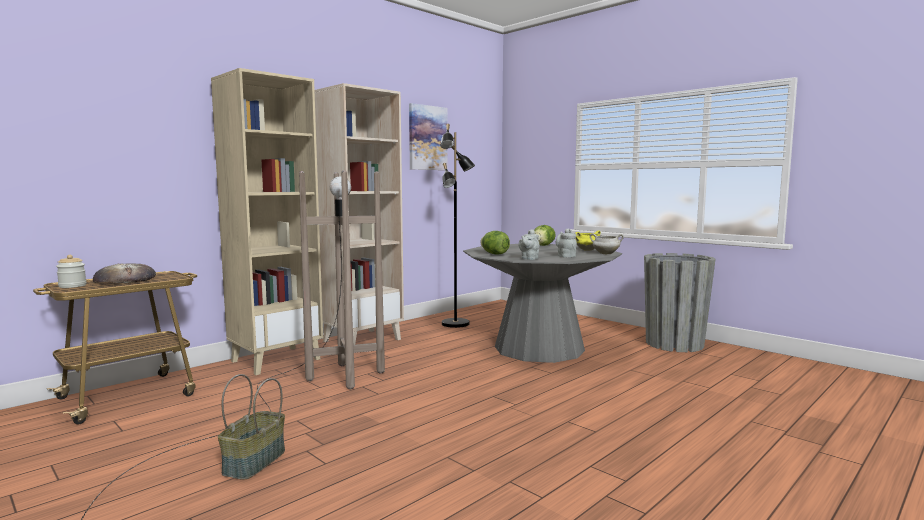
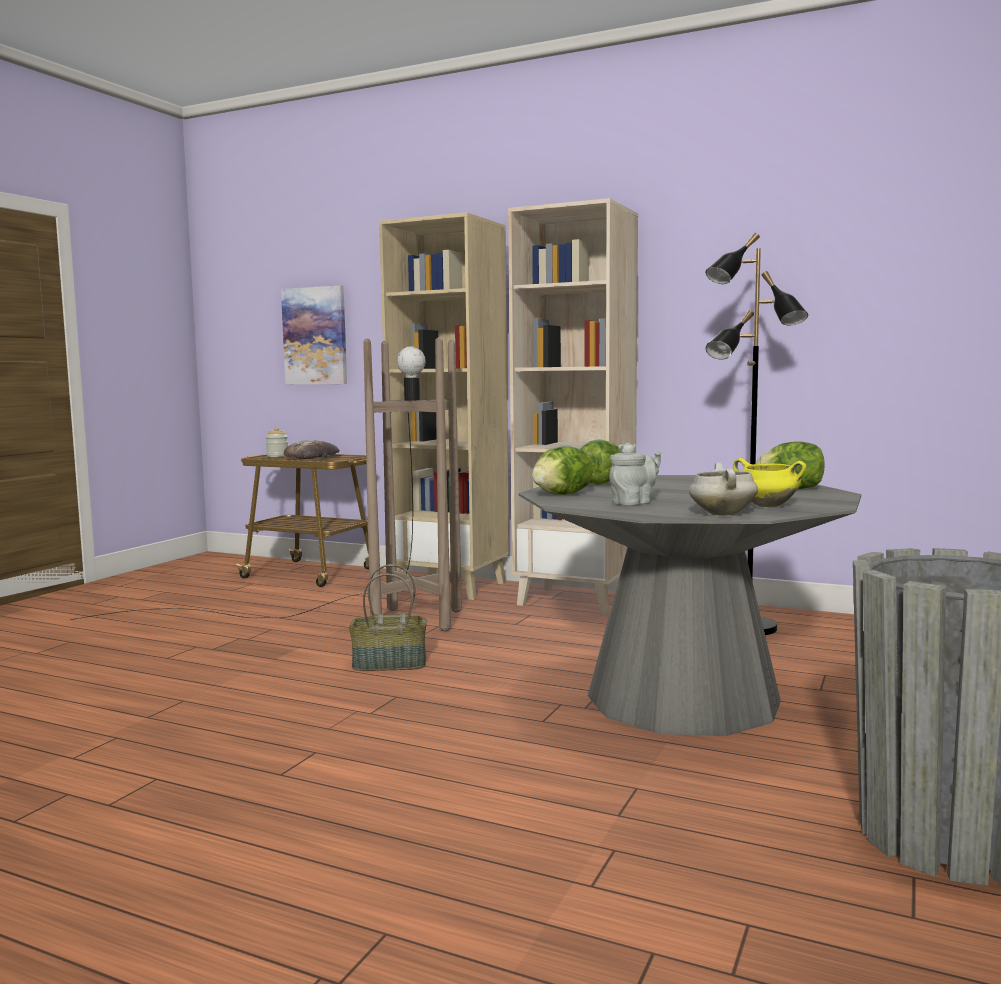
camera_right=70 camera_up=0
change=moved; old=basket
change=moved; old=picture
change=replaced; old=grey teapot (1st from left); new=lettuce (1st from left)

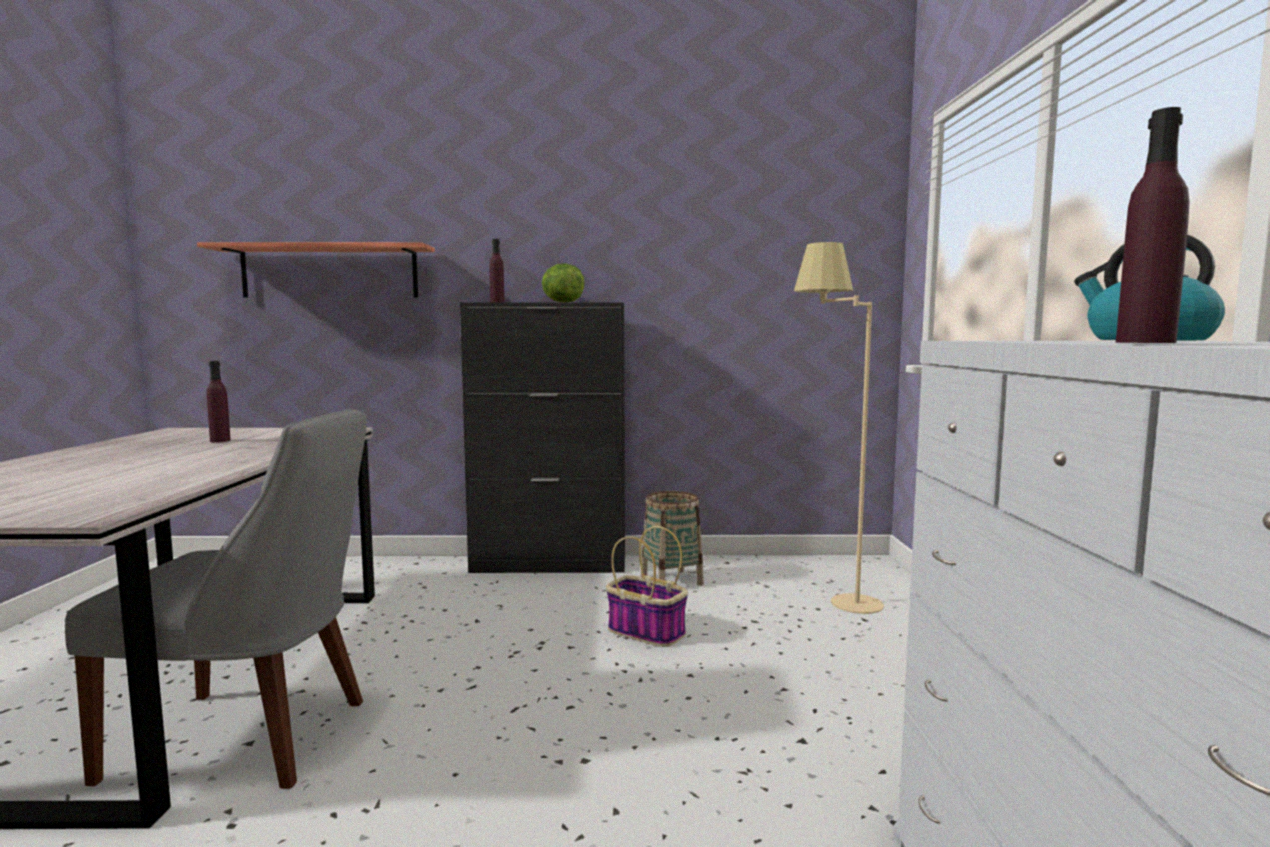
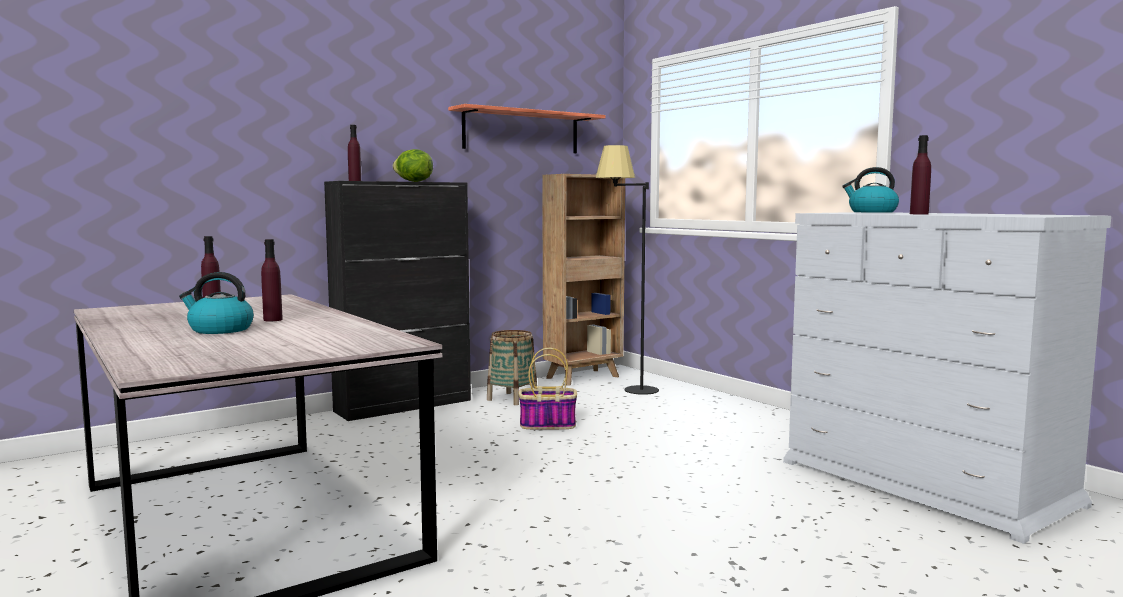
camera_right=-35 camera_up=0
change=removed; old=grey chair
change=added; new=kettle (1st from left)
change=added; new=purple bottle (2nd from left)
change=added; new=brown bookcase
change=moved; old=shelf
change=recoloured; old=beige floor lamp; new=black floor lamp

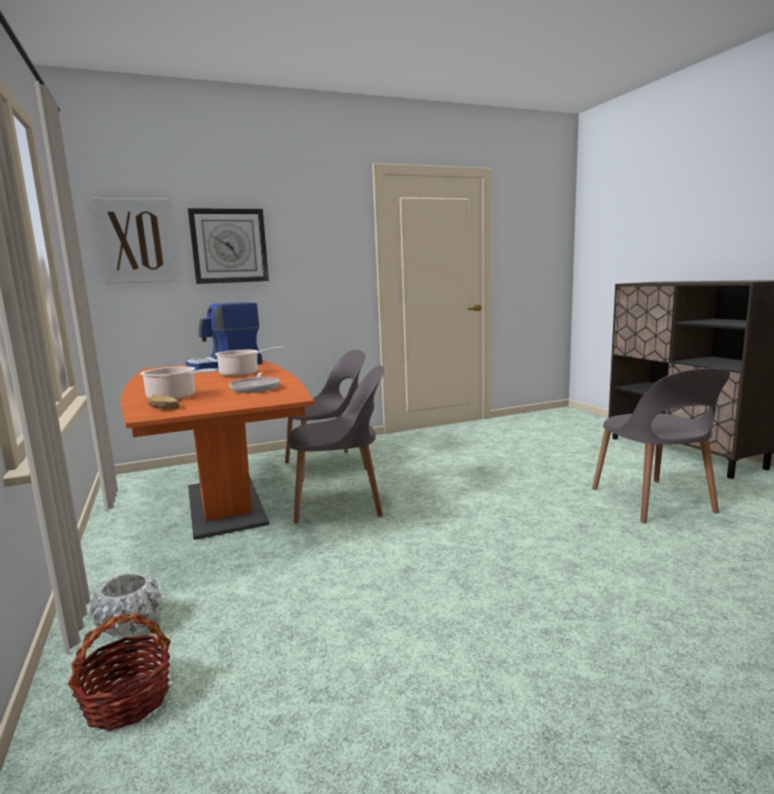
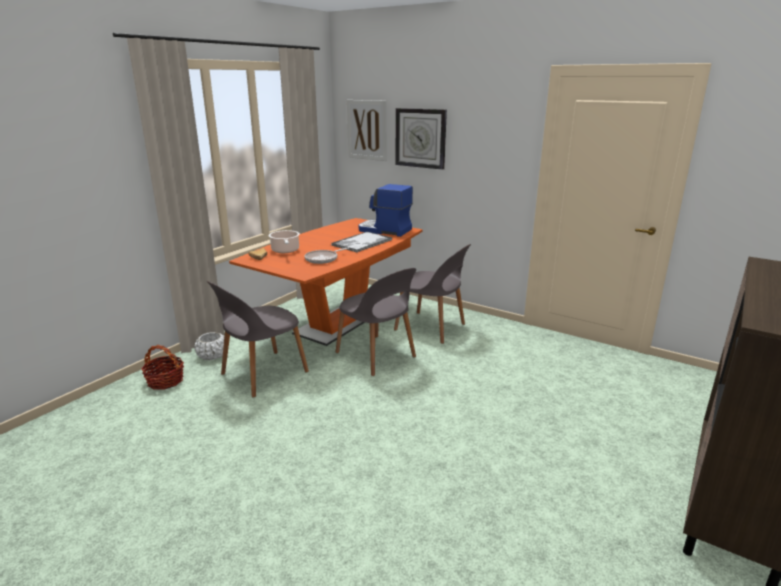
camera_right=55 camera_up=10
change=moved; old=grey chair (3rd from left in the first image); new=grey chair (1st from left)
change=replaced; old=cooking pot (2nd from left); new=tray

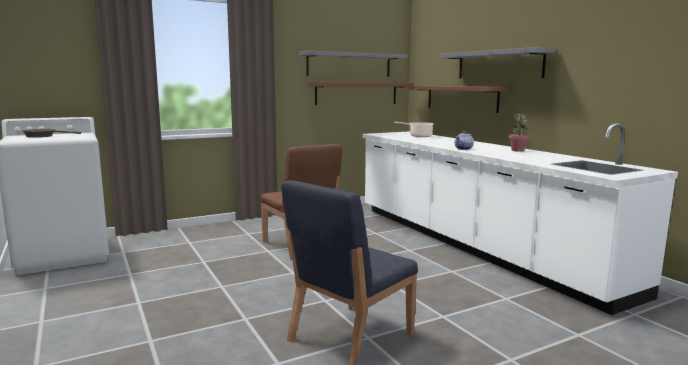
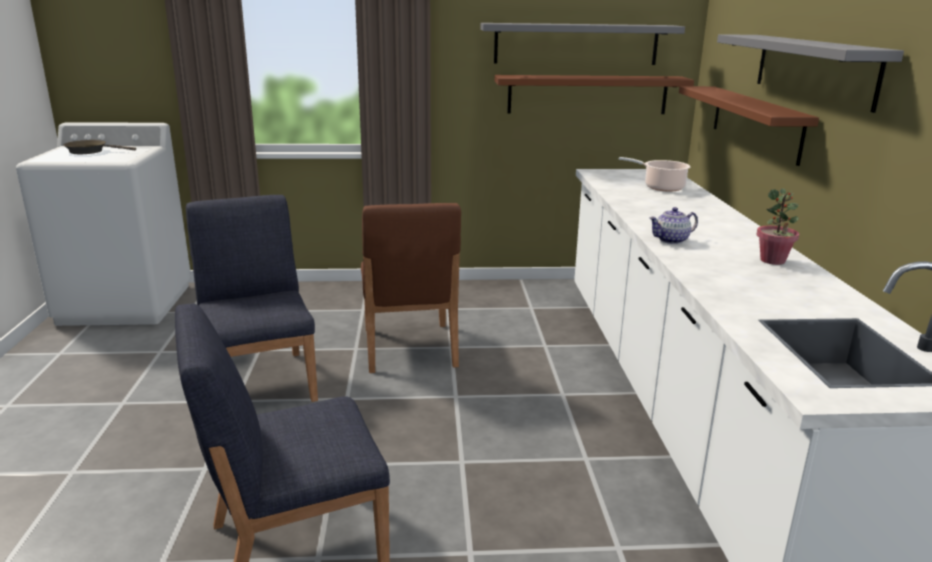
camera_right=25 camera_up=10
change=added; new=blue chair (1st from left)

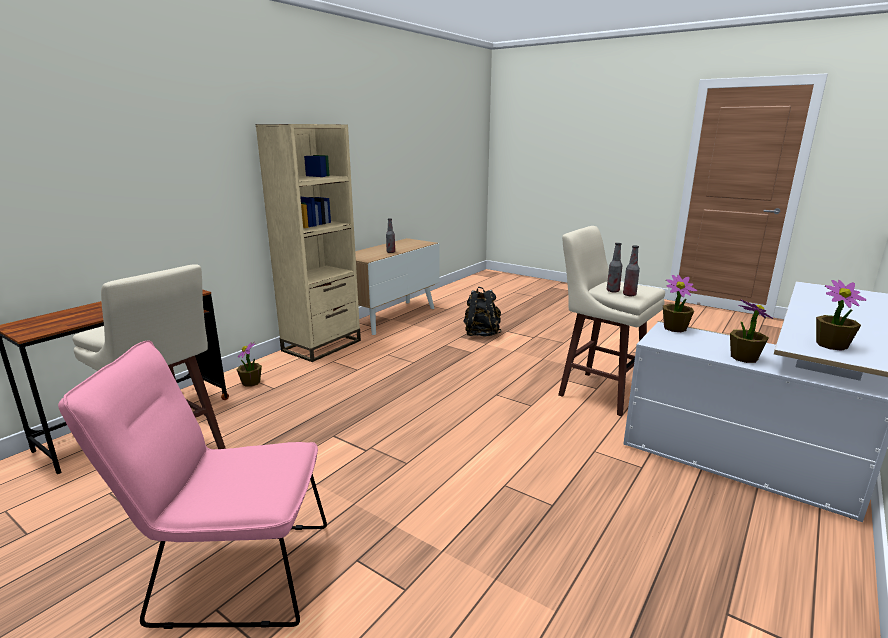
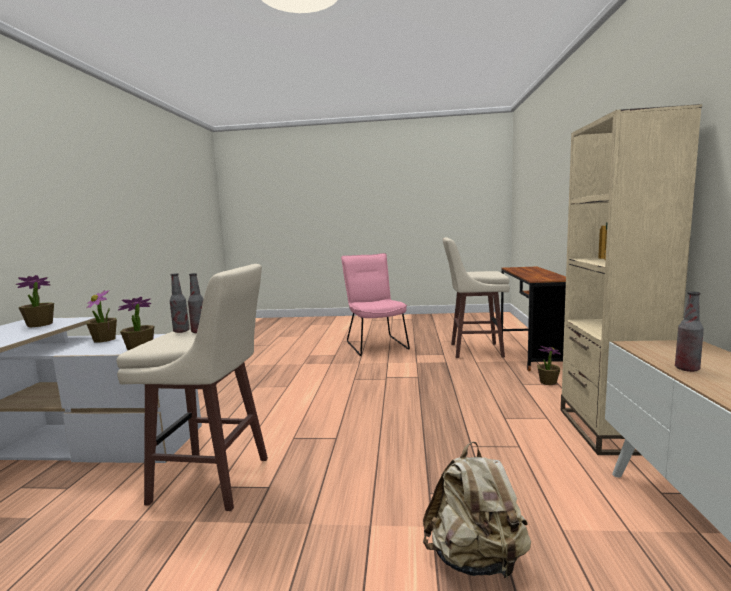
camera_right=150 camera_up=-10
change=recoloured; old=black backpack; new=beige backpack
change=turned; old=pink chair; degrees=-75

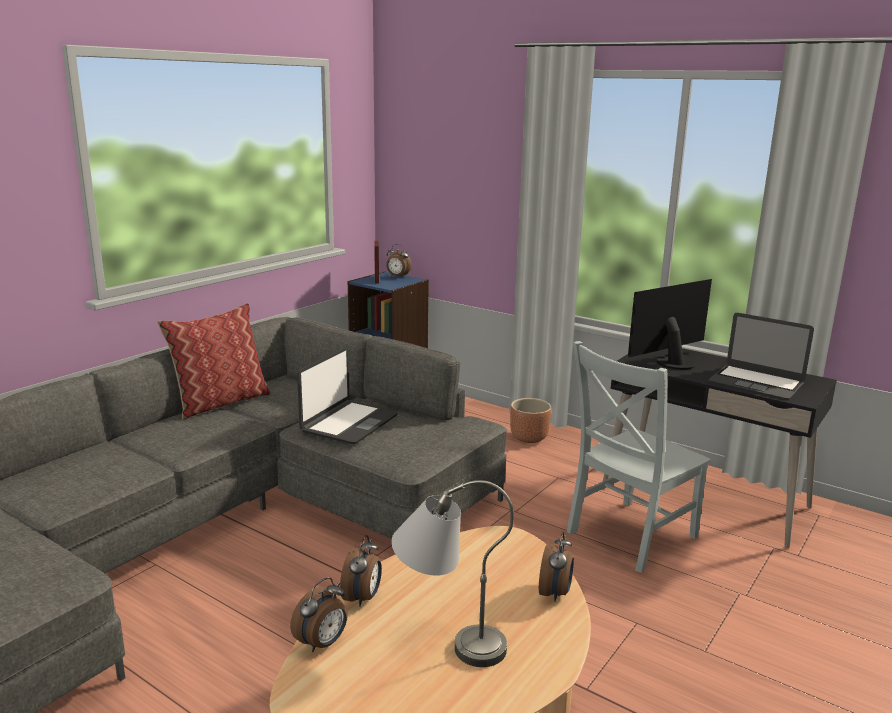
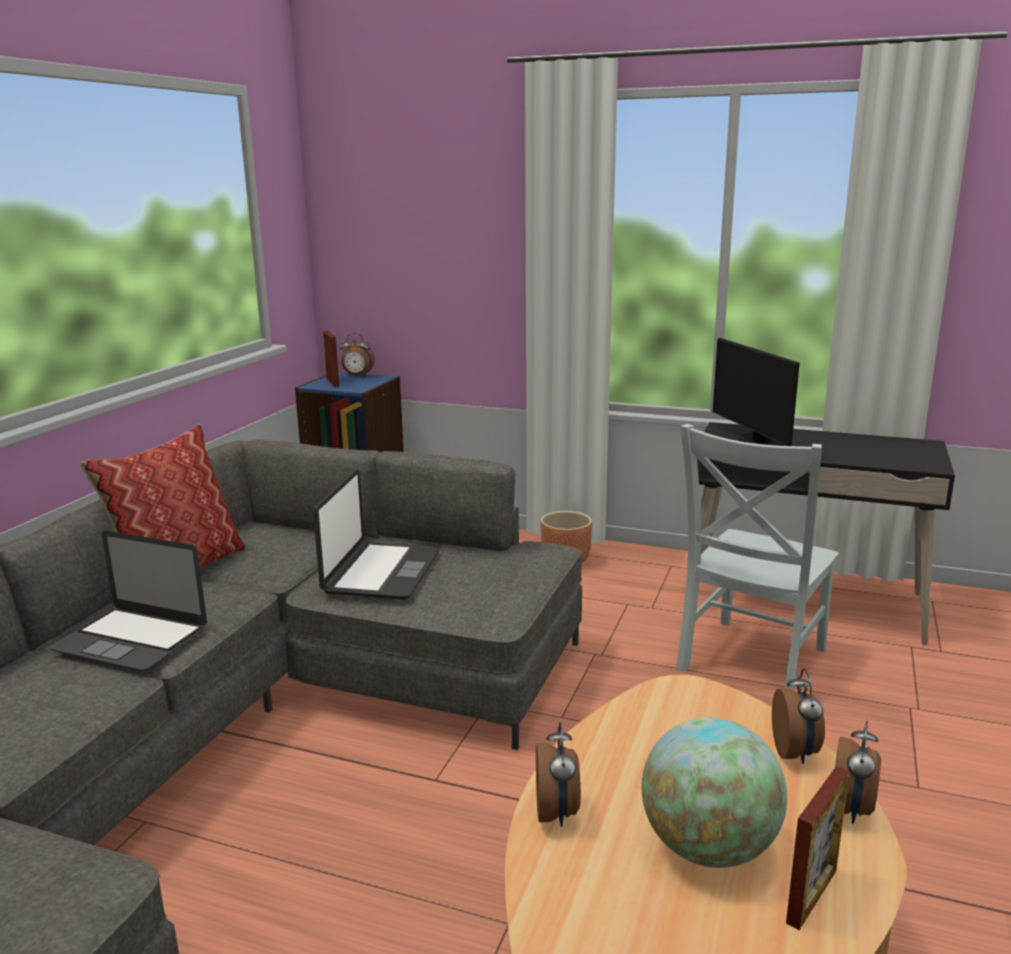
camera_right=-15 camera_up=0
change=added; new=picture frame (2nd from left)
change=moved; old=alarm clock (1st from left in the first image); new=alarm clock (4th from left)
change=moved; old=laptop (2nd from left in the first image); new=laptop (1st from left)
change=replaced; old=grey table lamp; new=globe
change=turned; old=monitor; degrees=-60

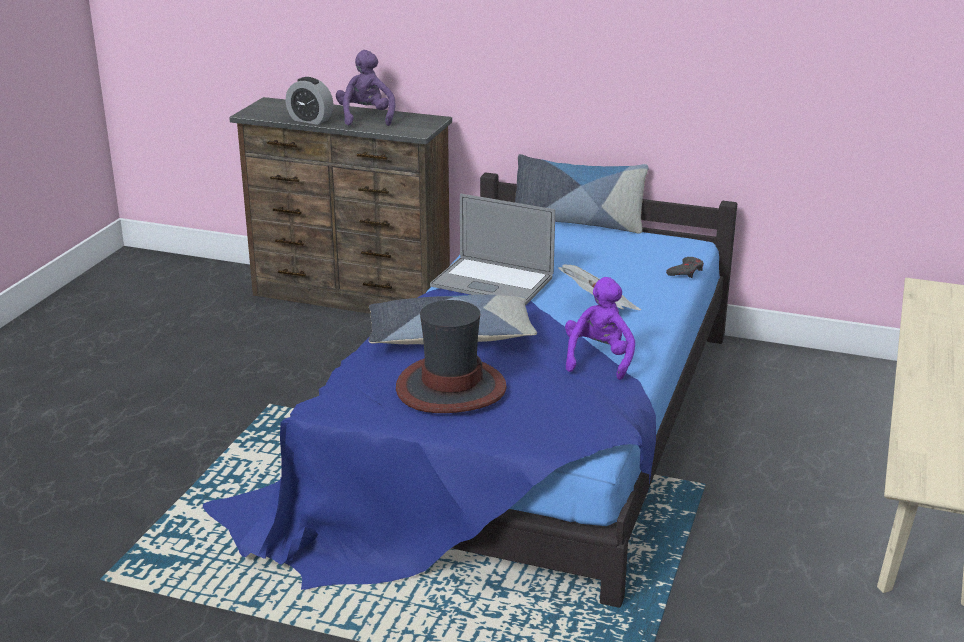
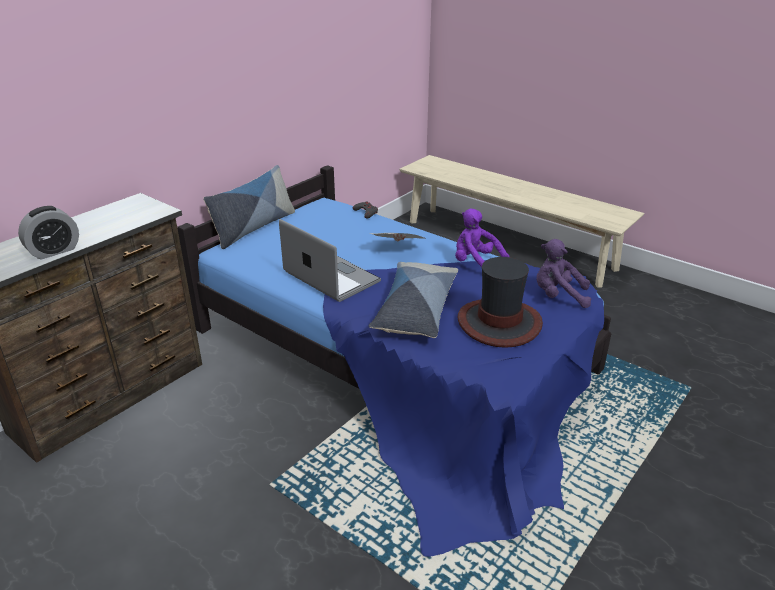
camera_right=-70 camera_up=5
change=moved; old=purple plush toy (1st from left in the first image); new=purple plush toy (2nd from left)
change=turned; old=laptop; degrees=-90

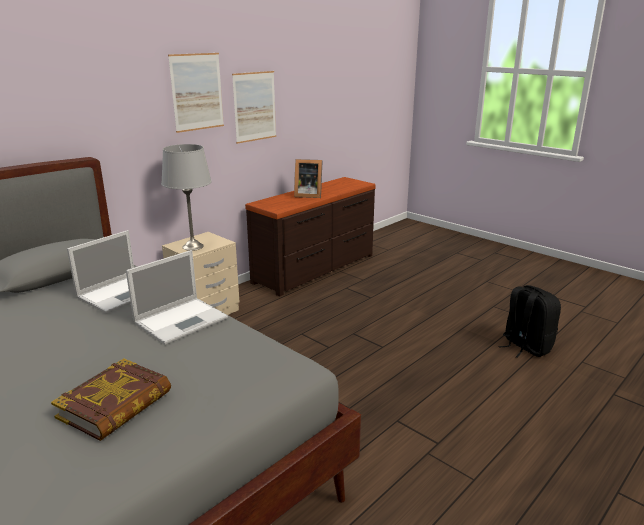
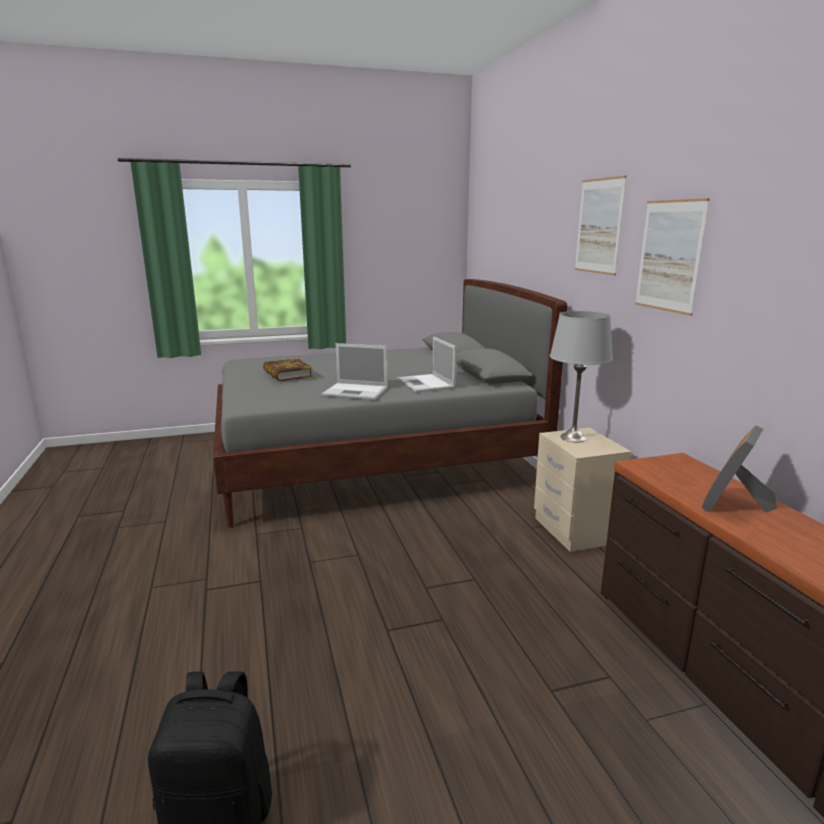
camera_right=120 camera_up=-5
change=moved; old=picture (2nd from left in the first image); new=picture (1st from left)
change=turned; old=laptop (2nd from left in the first image); degrees=-60

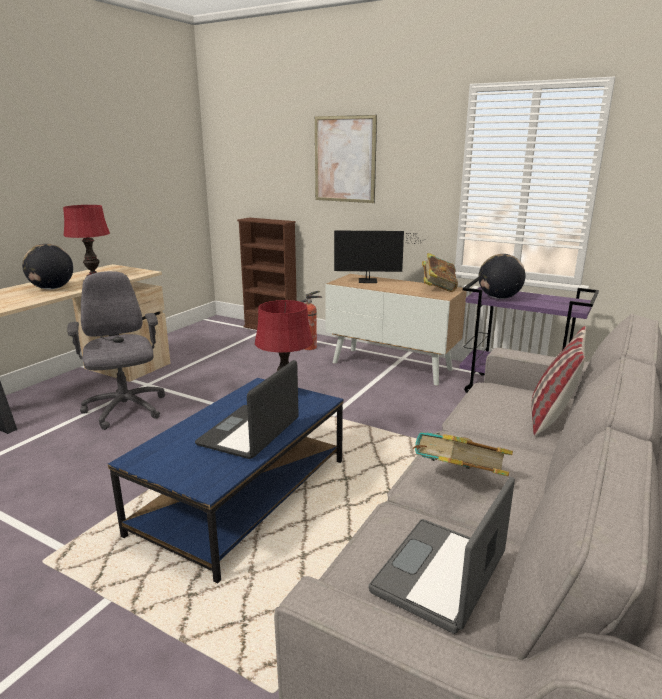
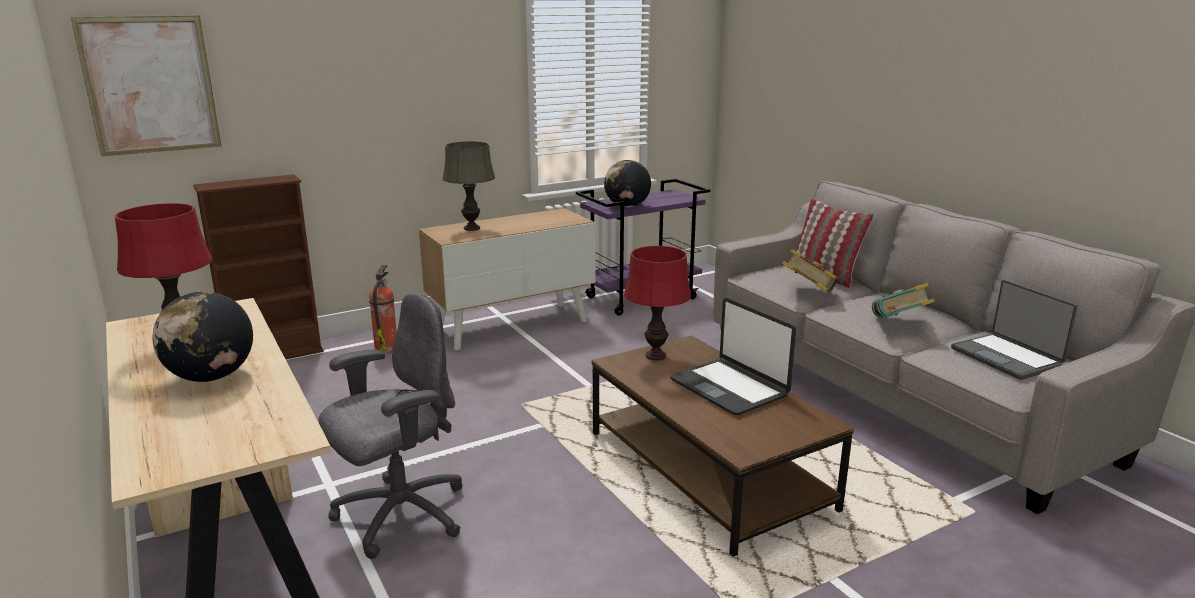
camera_right=-60 camera_up=0
change=moved; old=picture
change=moved; old=book (1st from left)
change=replaced; old=monitor; new=grey table lamp
change=recoloured; old=blue coffee table; new=brown coffee table
change=turned; old=grey office chair; degrees=135

